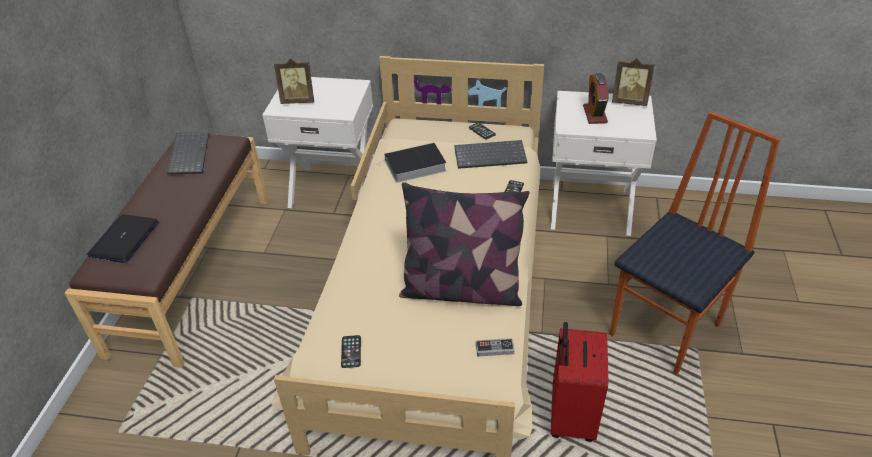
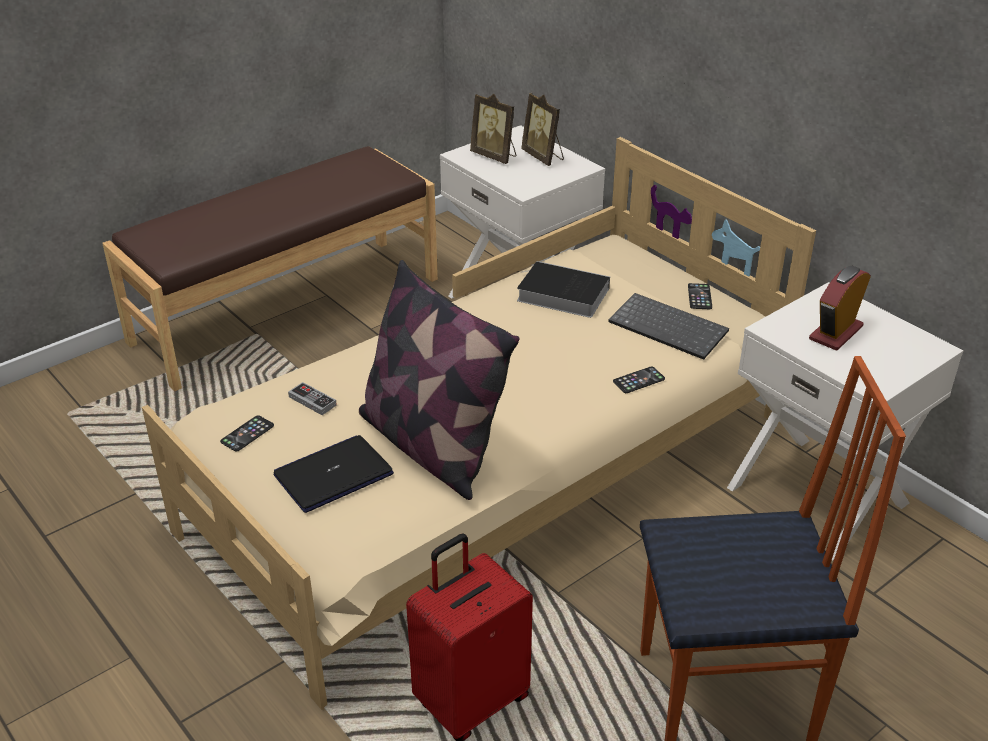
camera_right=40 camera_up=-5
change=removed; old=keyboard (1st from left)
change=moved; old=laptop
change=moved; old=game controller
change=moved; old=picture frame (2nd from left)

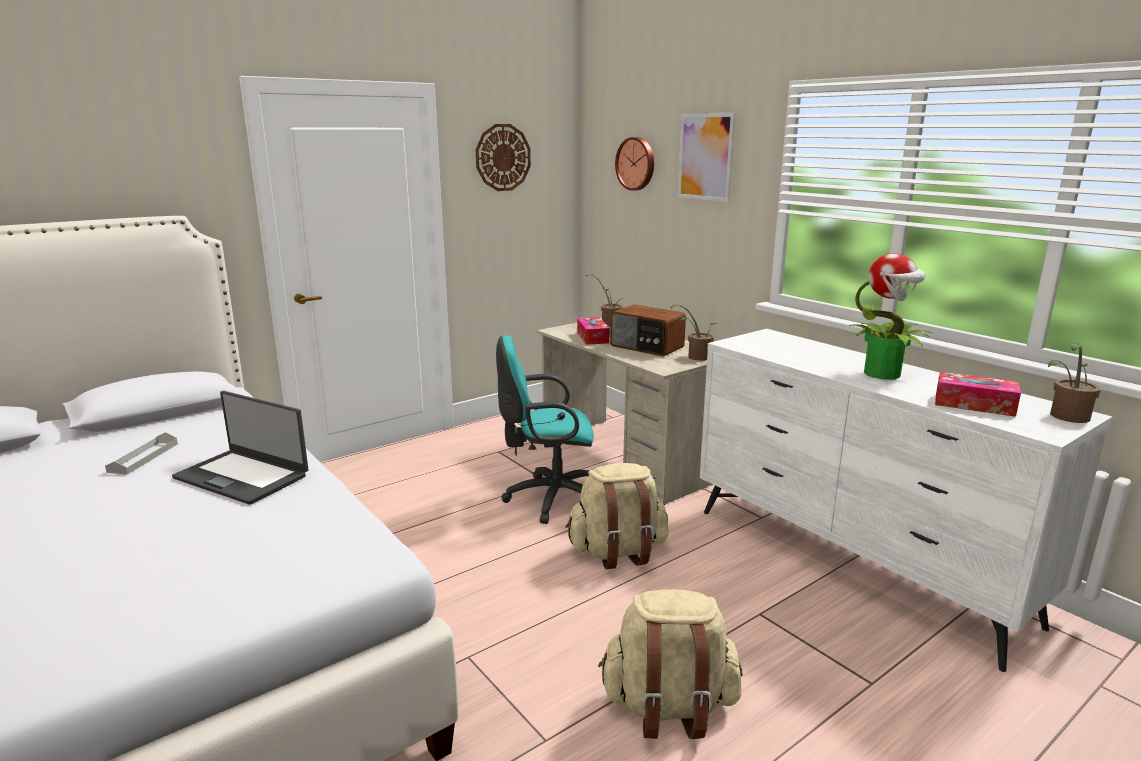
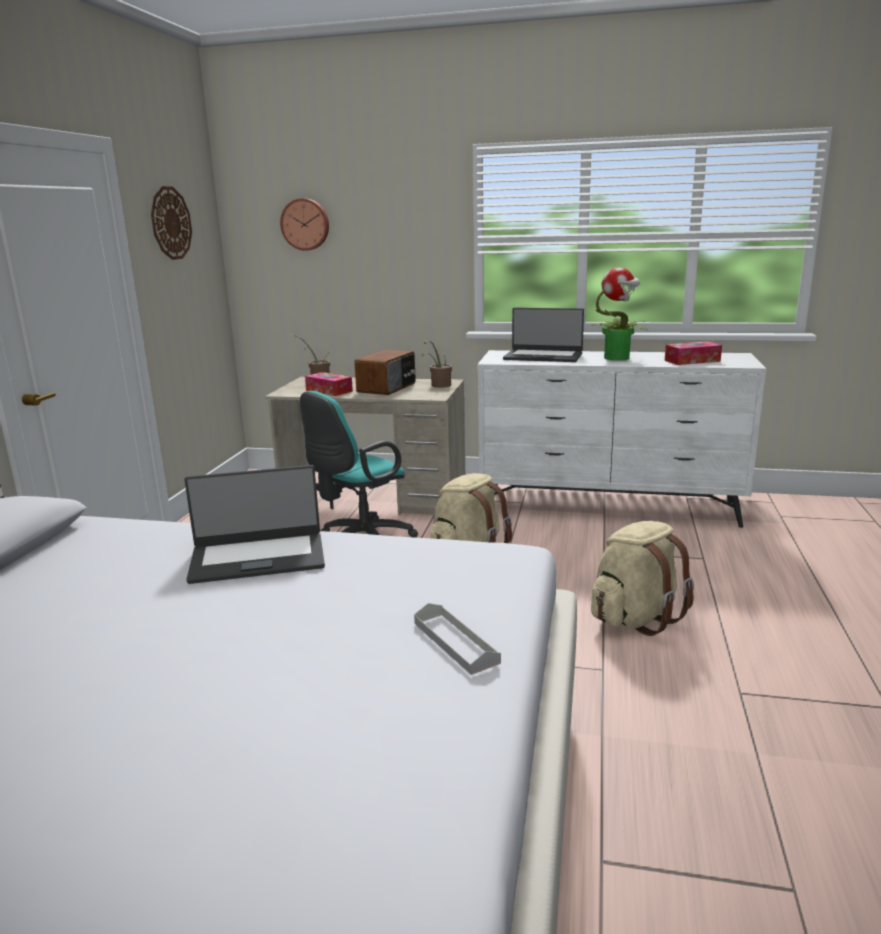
camera_right=-40 camera_up=0
change=removed; old=picture
change=removed; old=potted plant (4th from left)
change=added; new=laptop (2nd from left)
change=moved; old=grey tray
change=turned; old=radio; degrees=-60

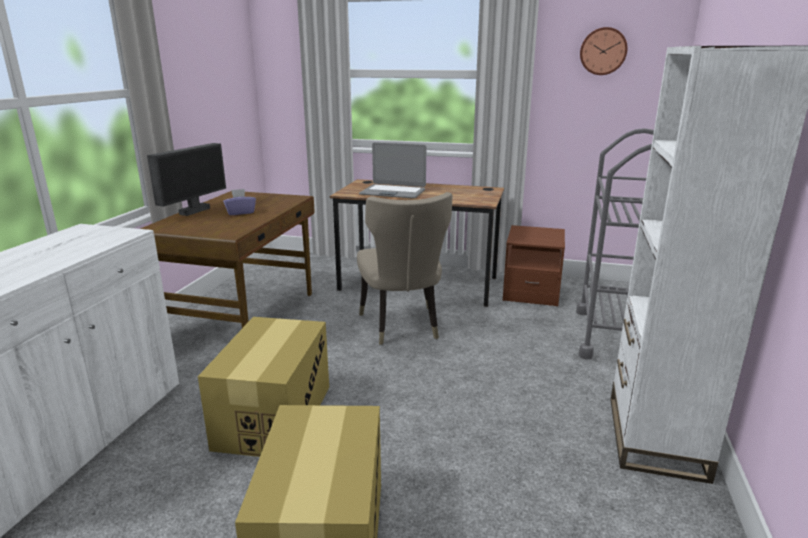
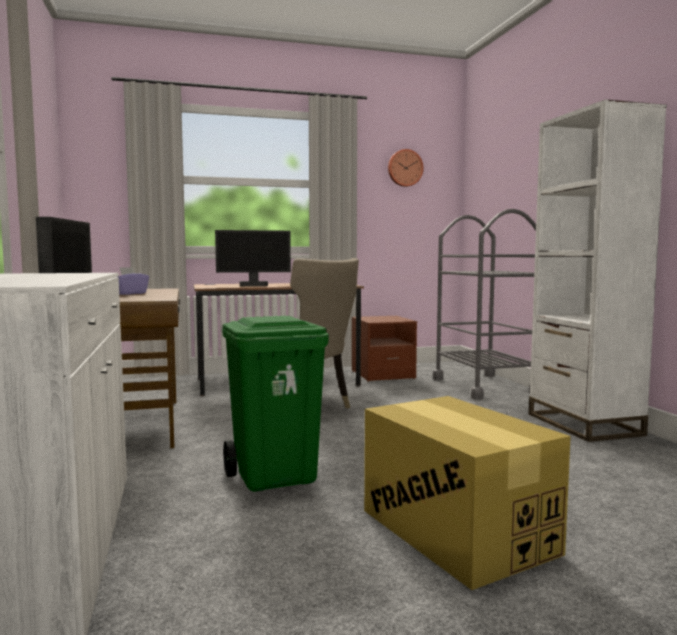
camera_right=-30 camera_up=-15
change=replaced; old=cardboard box (1st from left); new=green trash can
change=replaced; old=laptop; new=monitor (2nd from left)

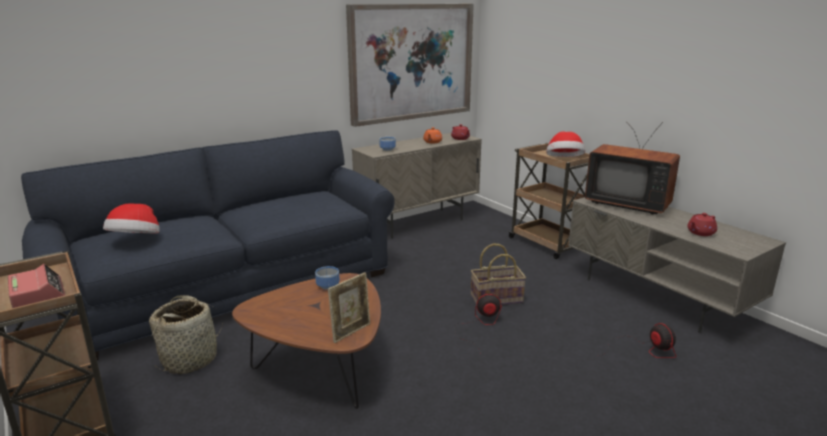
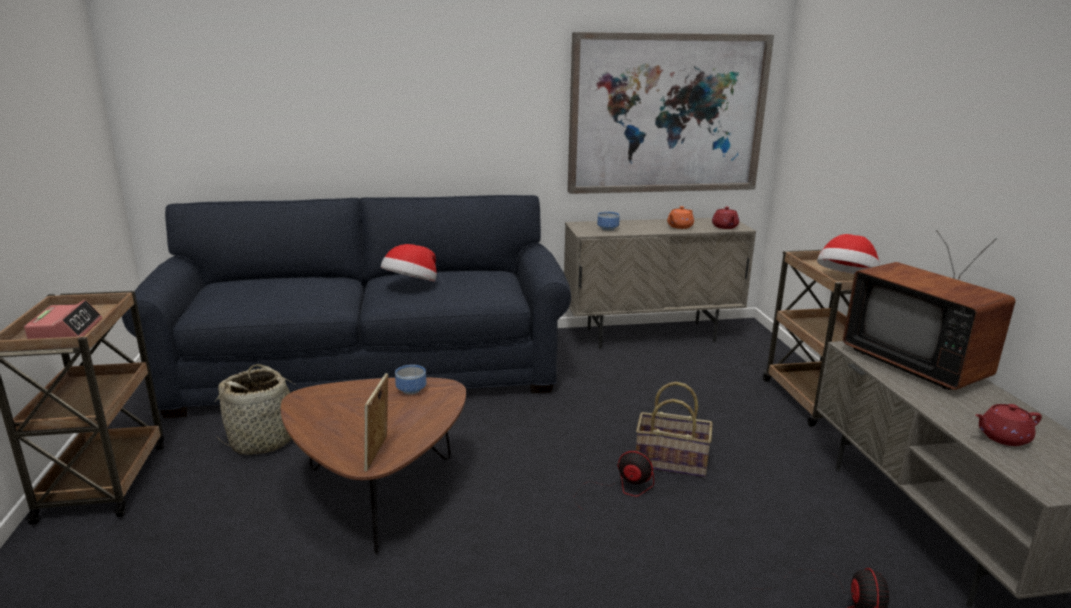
camera_right=25 camera_up=0
change=moved; old=hat (1st from left)
change=turned; old=picture frame; degrees=120

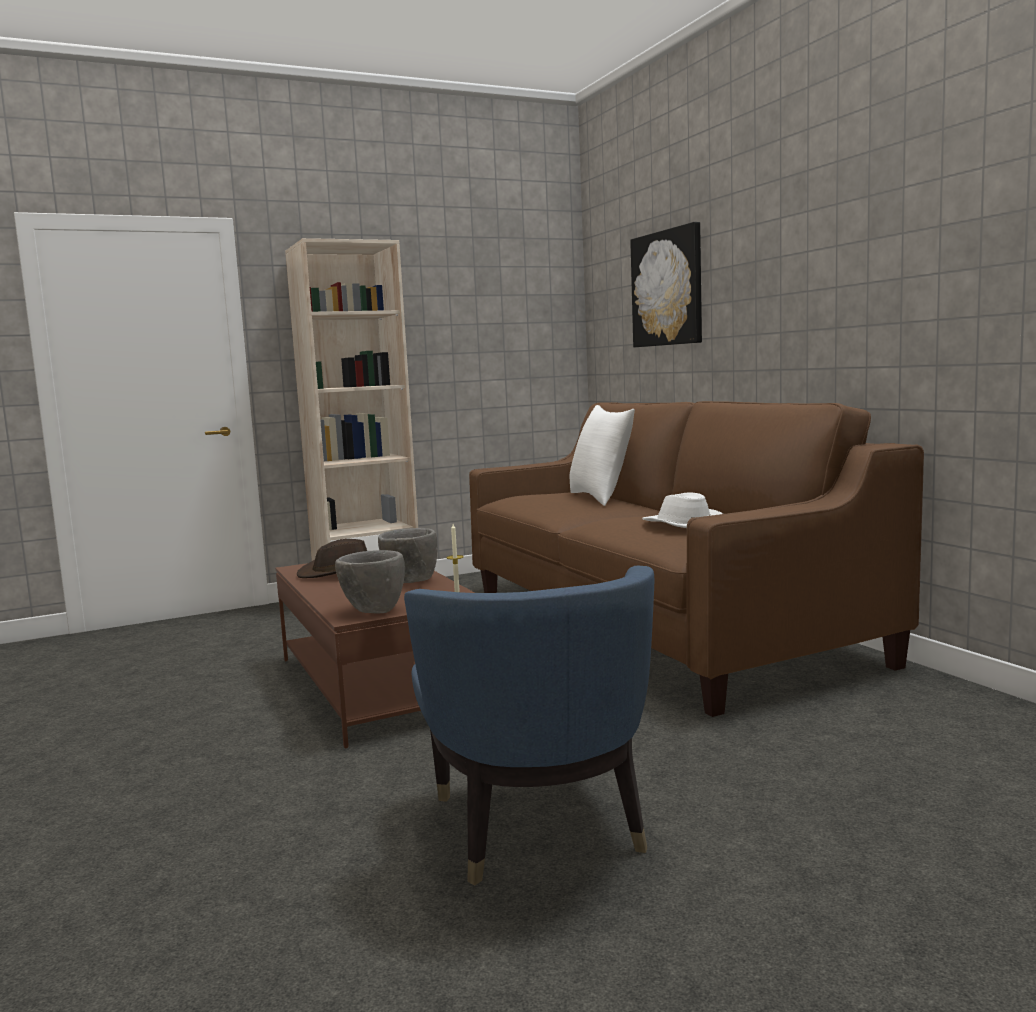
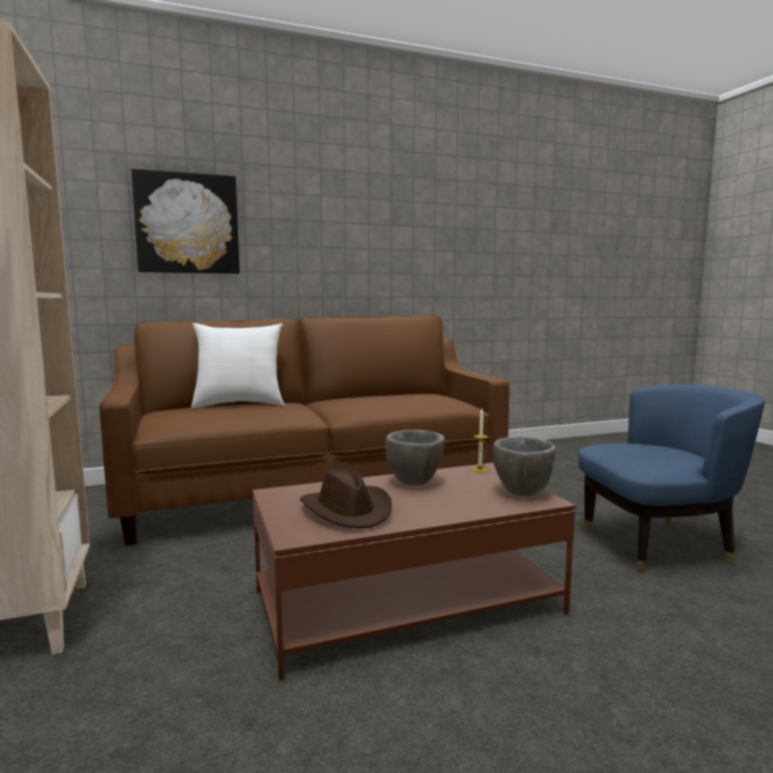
camera_right=-85 camera_up=0
change=removed; old=white hat

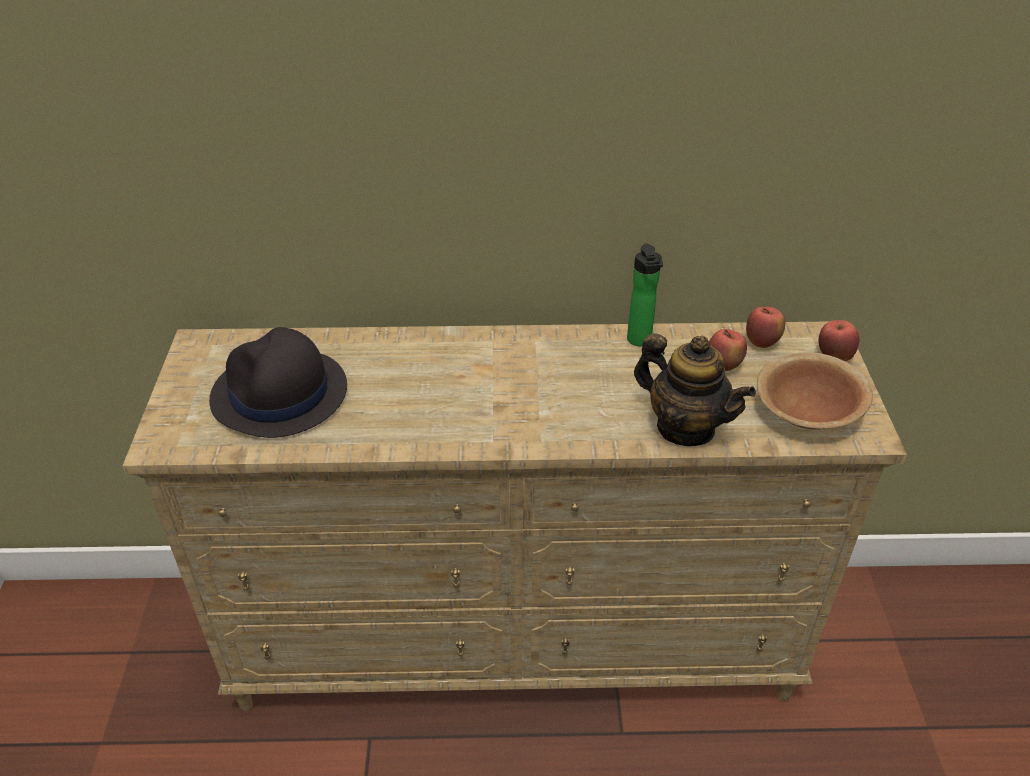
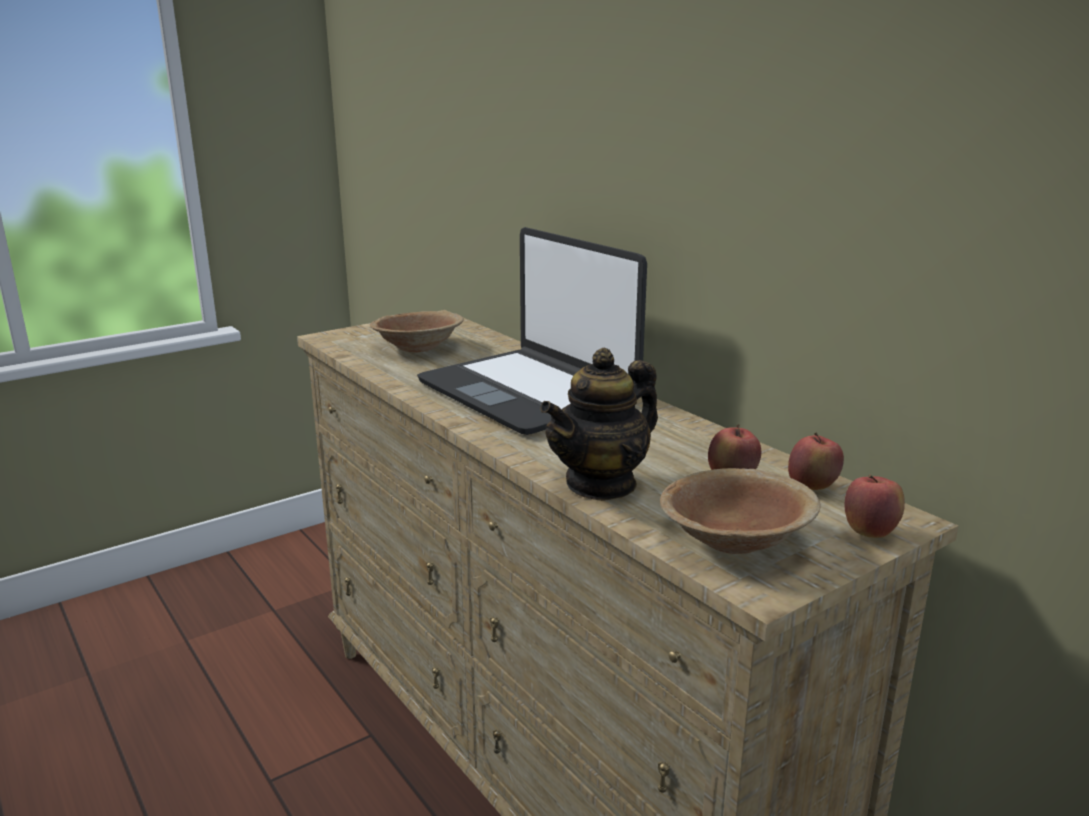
camera_right=55 camera_up=-20
change=removed; old=bottle
change=added; new=laptop
change=replaced; old=black hat; new=brown bowl (1st from left)
change=turned; old=teapot; degrees=45

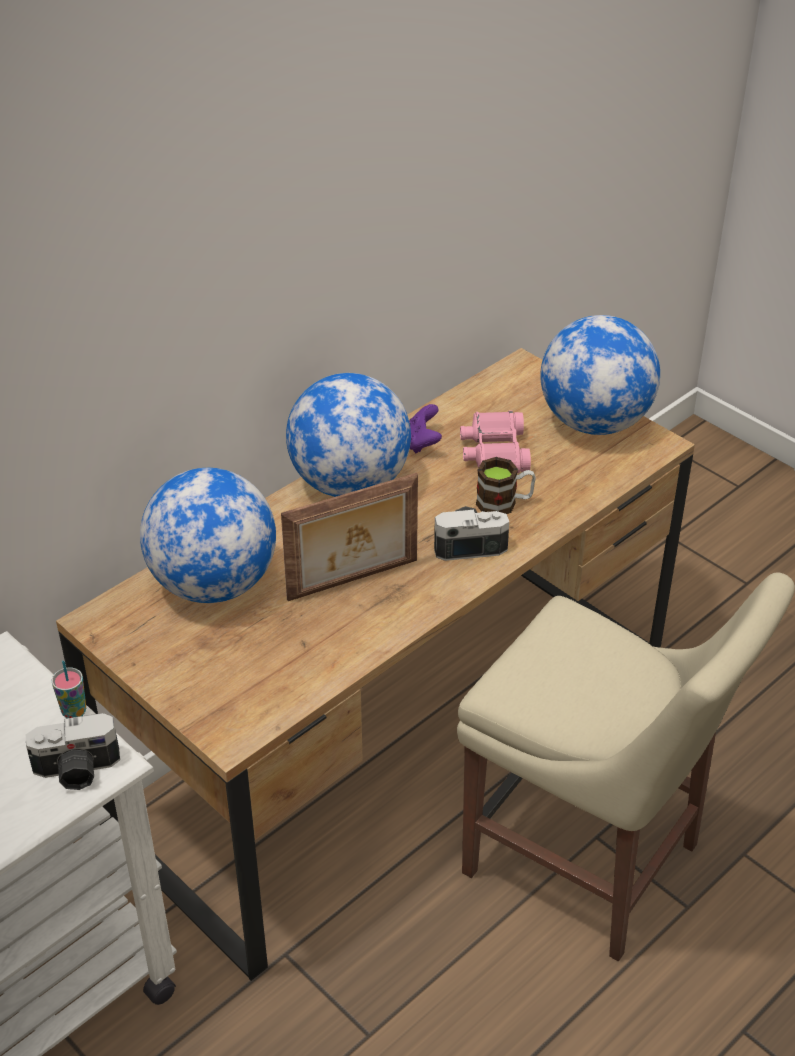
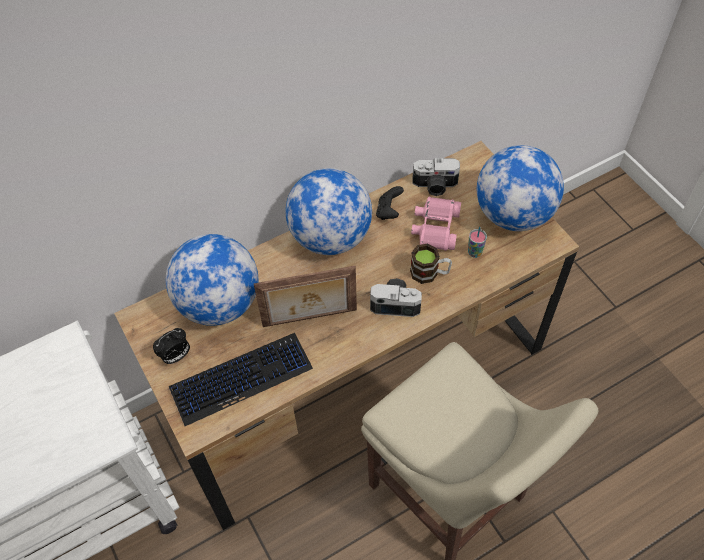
camera_right=15 camera_up=15
change=added; new=alarm clock
change=added; new=keyboard
change=moved; old=photo camera (1st from left in the first image); new=photo camera (2nd from left)
change=moved; old=cup
change=recoloured; old=purple game controller; new=black game controller

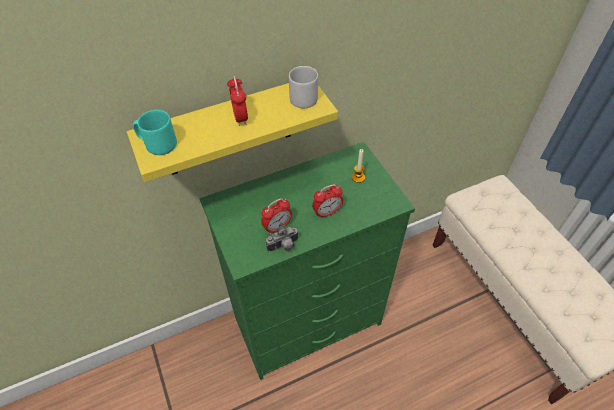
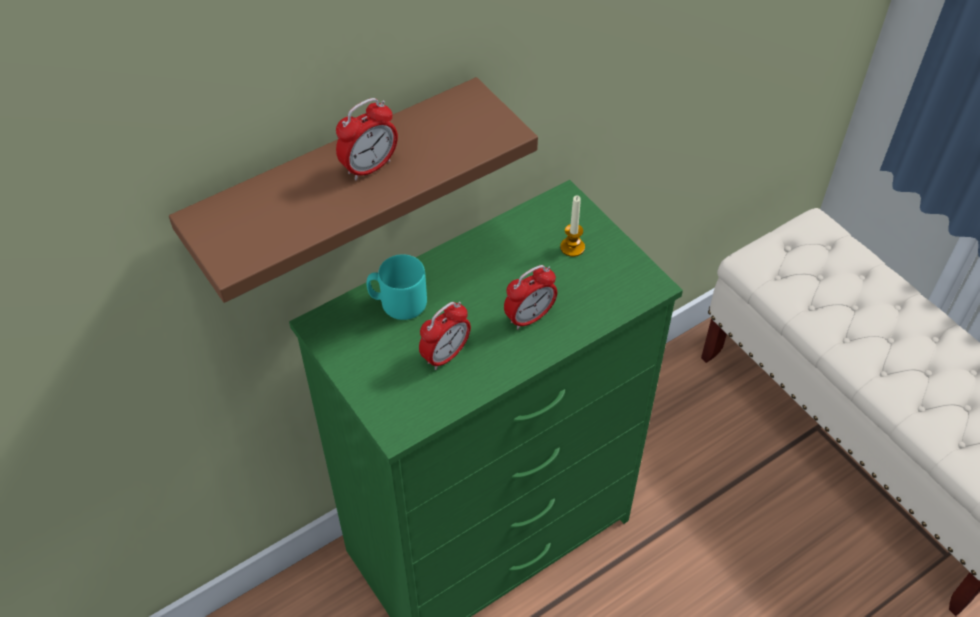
camera_right=-10 camera_up=0
change=removed; old=photo camera
change=removed; old=grey mug
change=moved; old=turquoise mug
change=recoloured; old=yellow shelf; new=brown shelf
change=turned; old=alarm clock (1st from left); degrees=-105

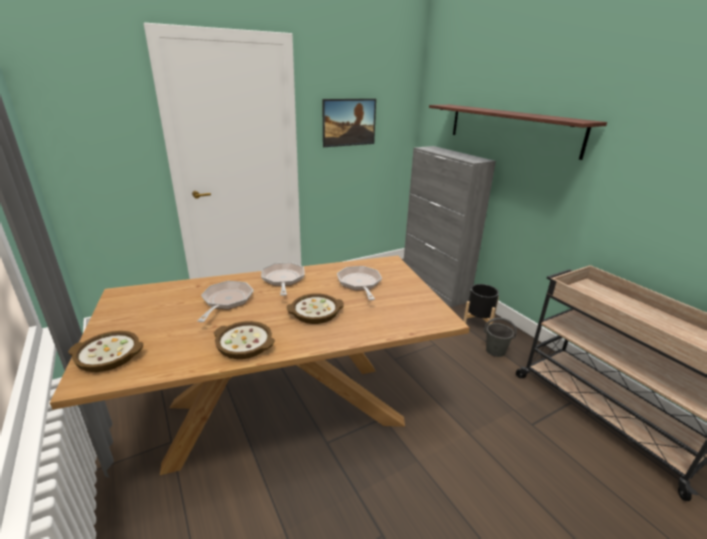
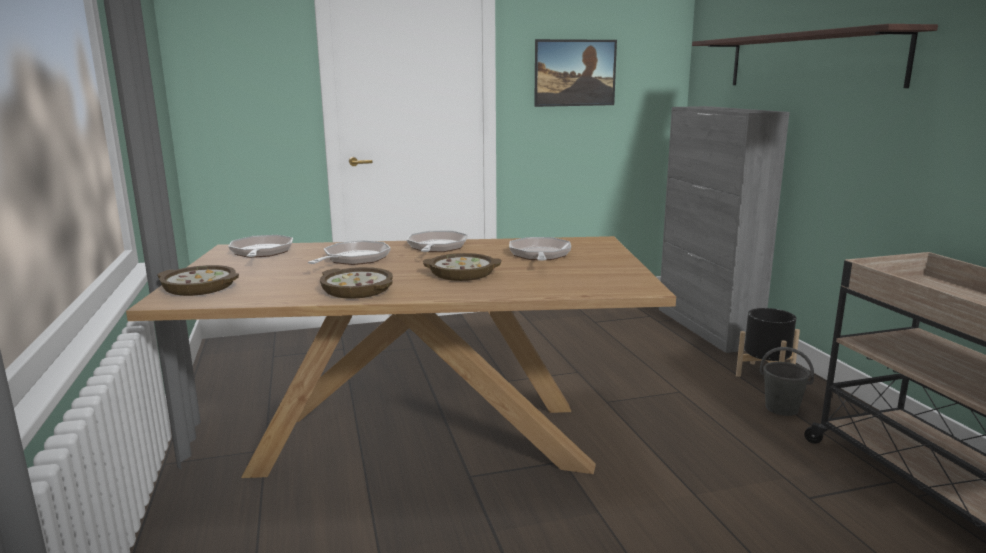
camera_right=15 camera_up=-10
change=added; new=frying pan (1st from left)

